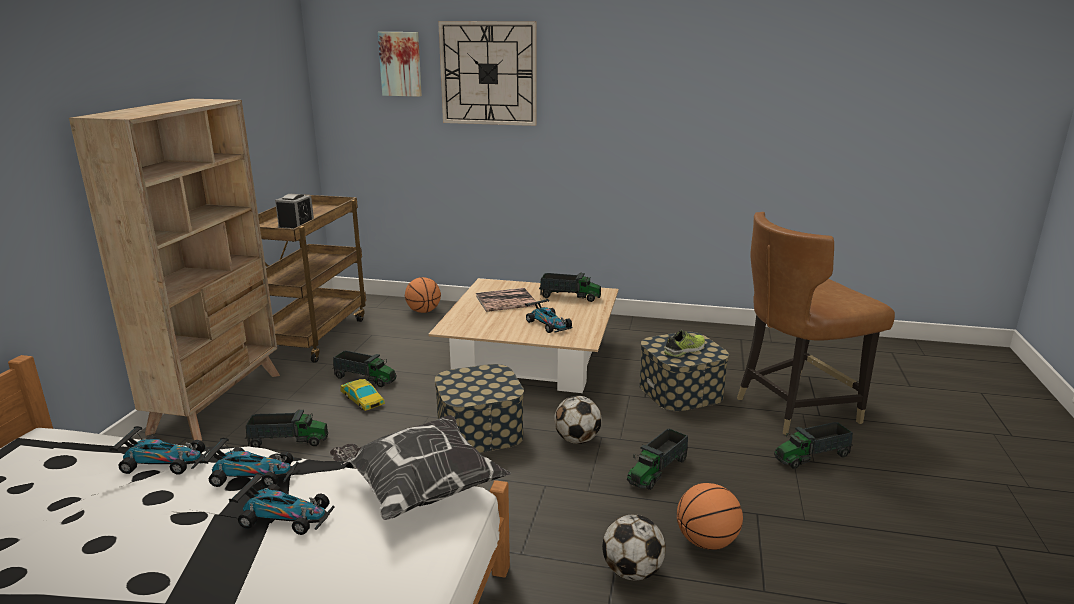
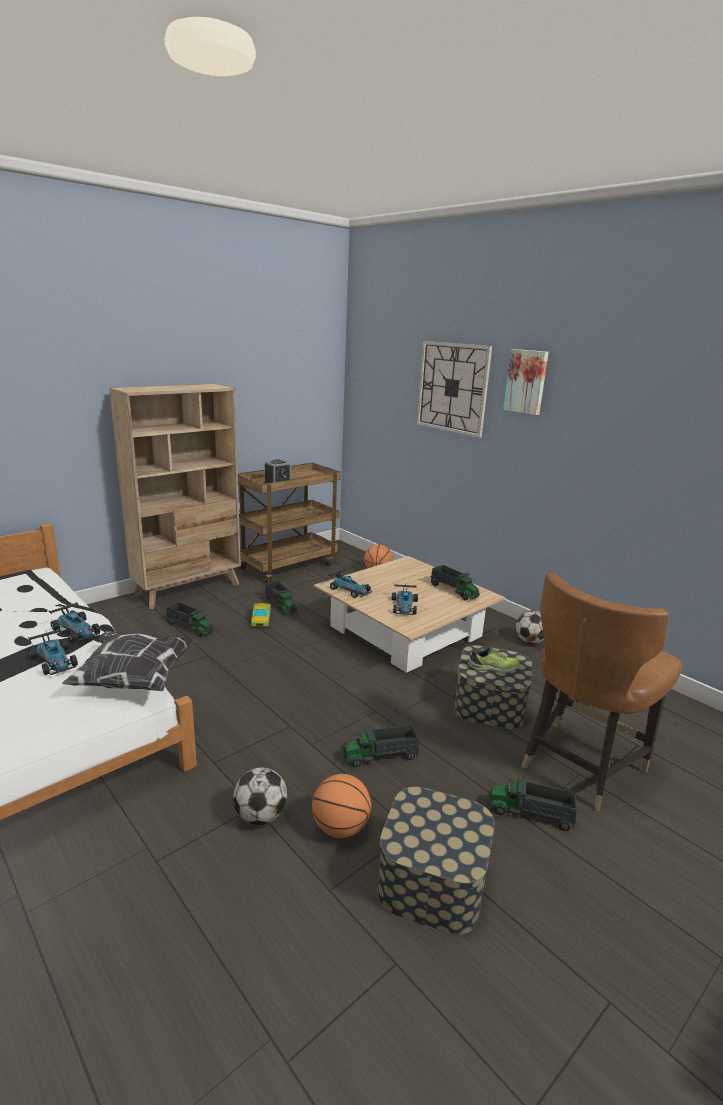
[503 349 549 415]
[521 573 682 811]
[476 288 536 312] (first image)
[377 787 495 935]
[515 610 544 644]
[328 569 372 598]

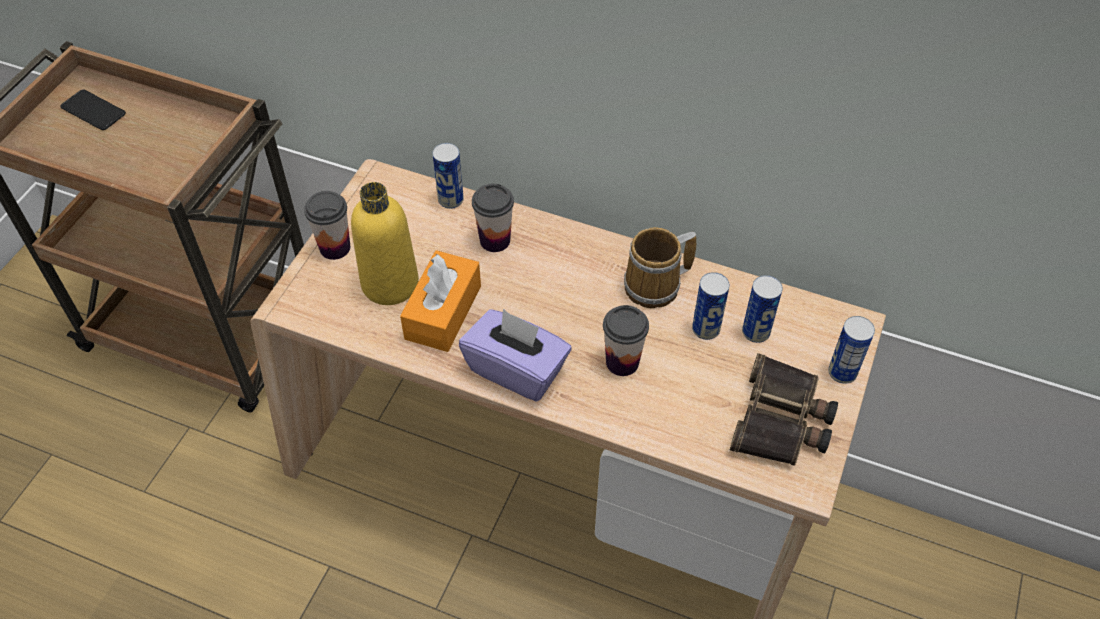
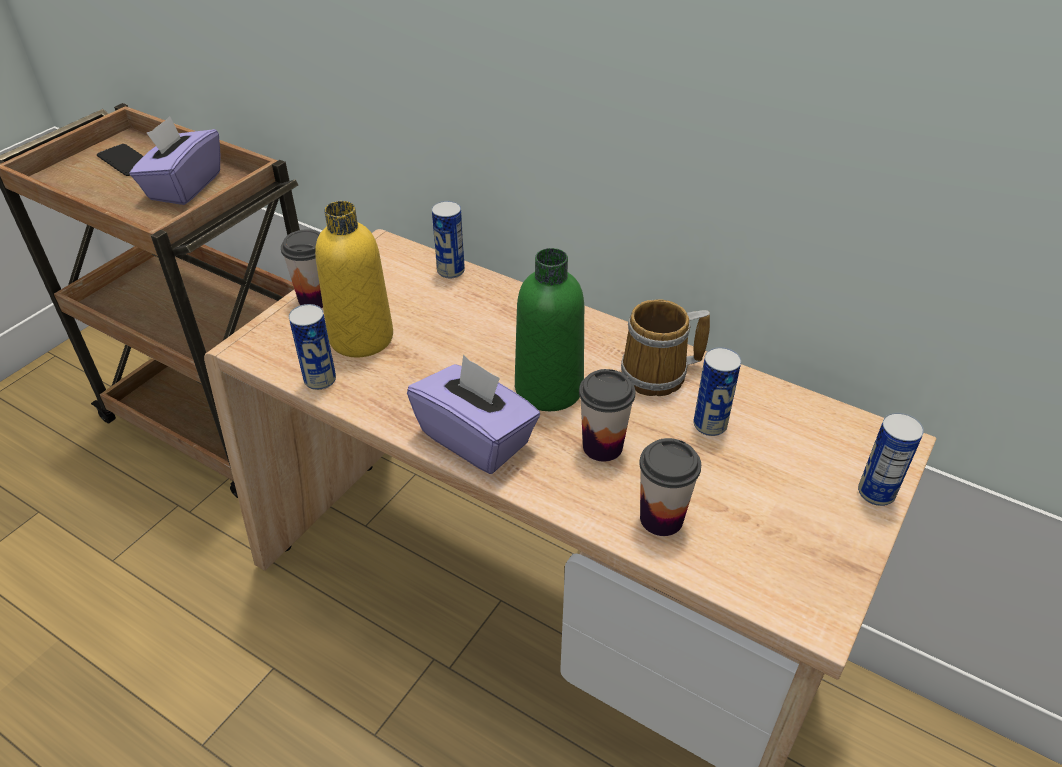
[639 438 701 536]
[400 250 481 352] (first image)
[289 304 336 390]
[730 353 838 466] (first image)
[129 117 220 205]
[515 248 584 411]

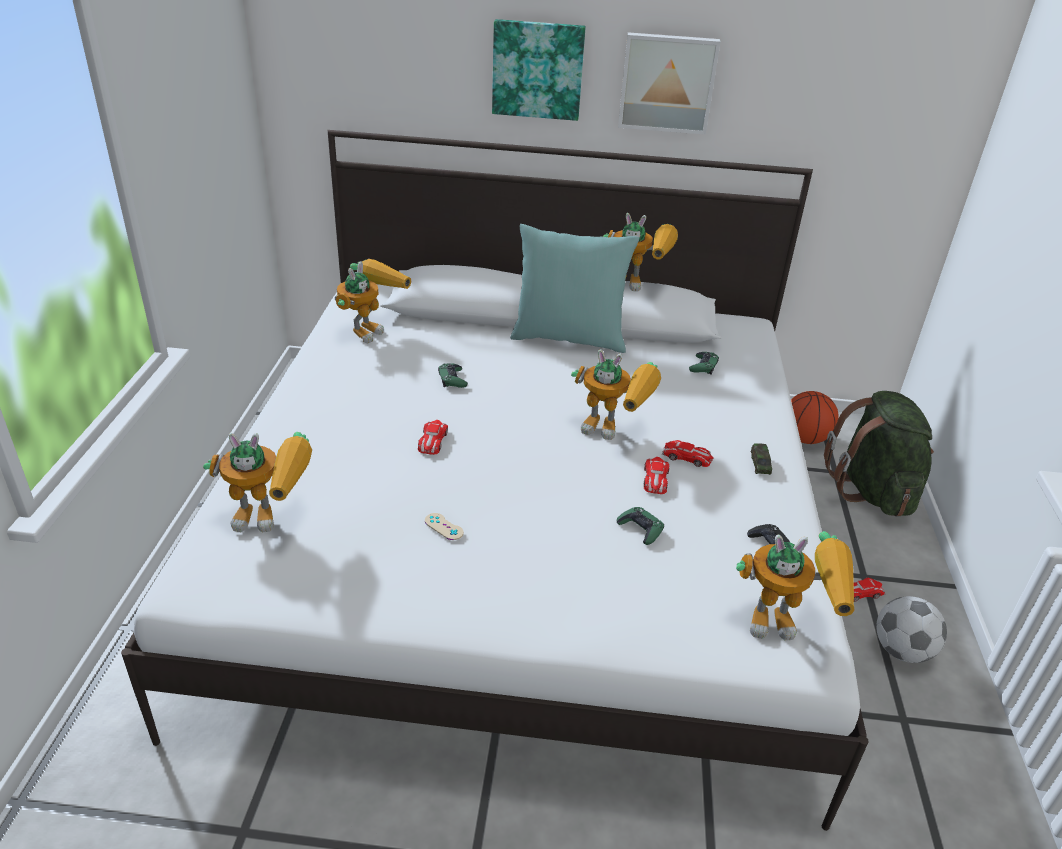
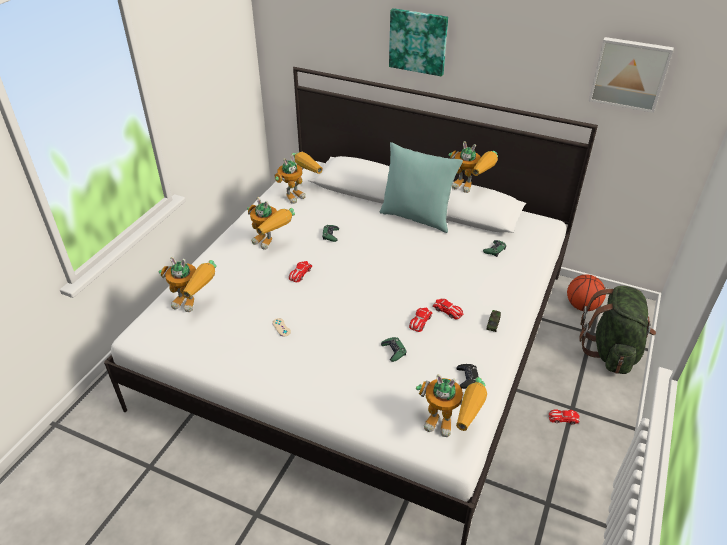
[589 37 674 113]
[247 197 295 250]
[876 596 947 663] (first image)

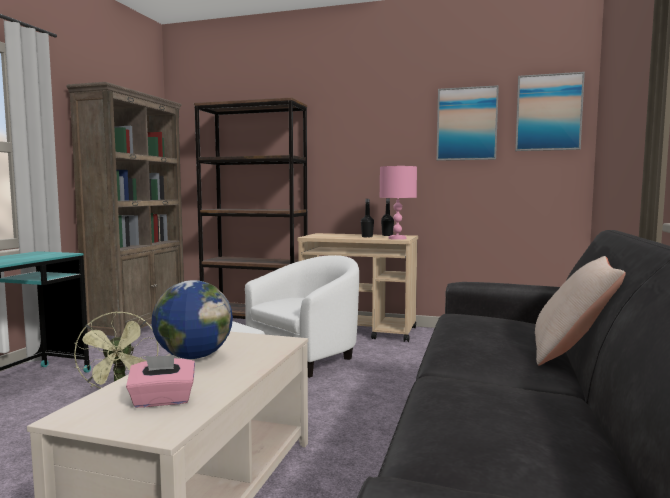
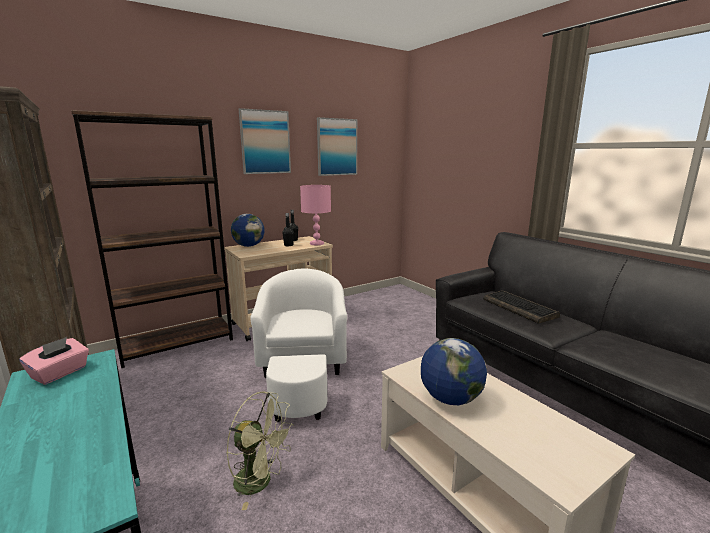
[239 108 291 174]
[535 256 626 365] (first image)
[19 337 89 385]
[231 214 265 247]
[483 290 560 324]

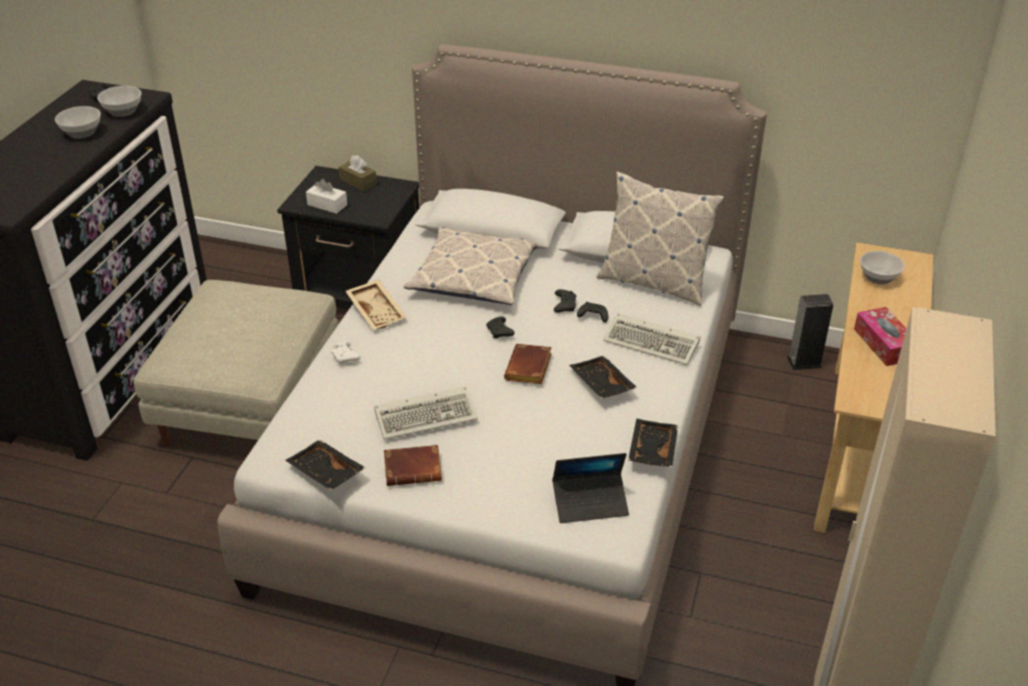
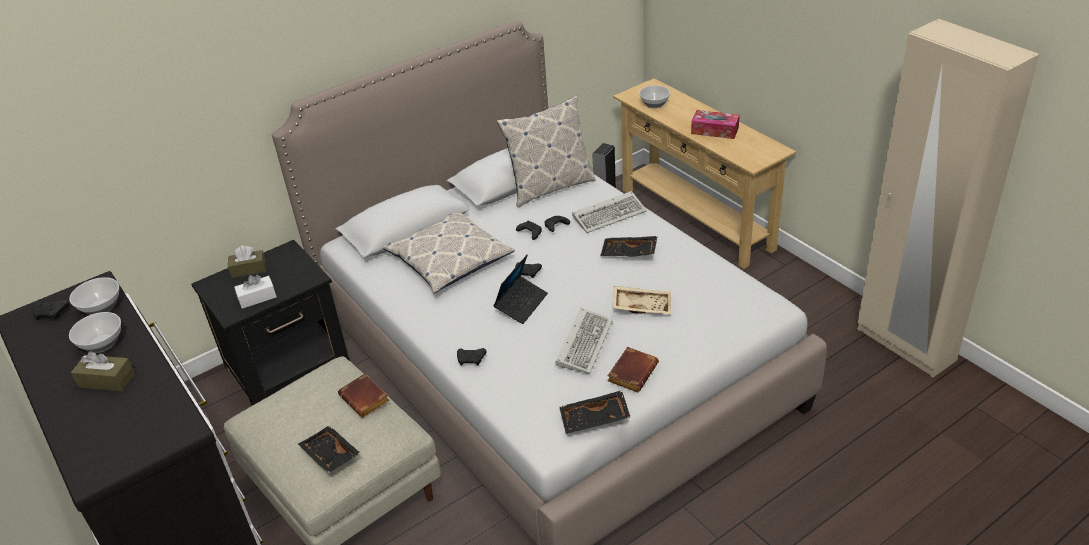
[612 286 671 315]
[457 348 487 366]
[338 373 390 418]
[298 426 360 473]
[493 254 548 324]
[71 351 135 391]

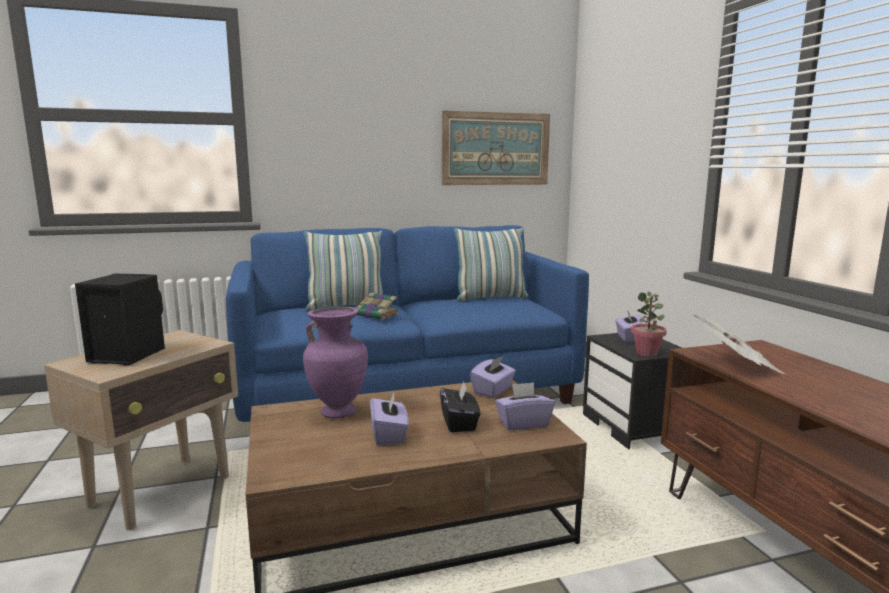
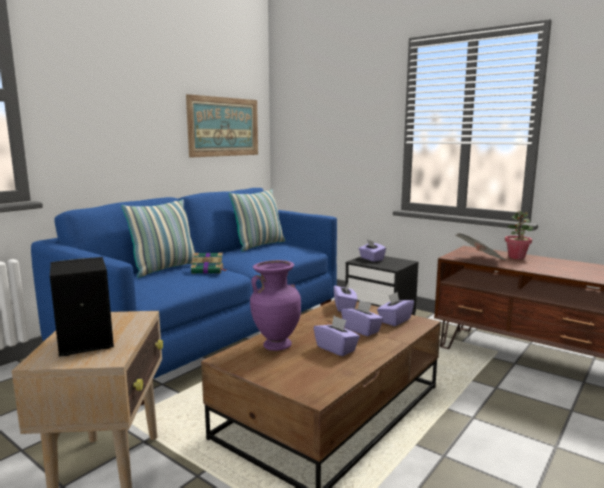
[505 211 533 259]
[341 300 384 336]

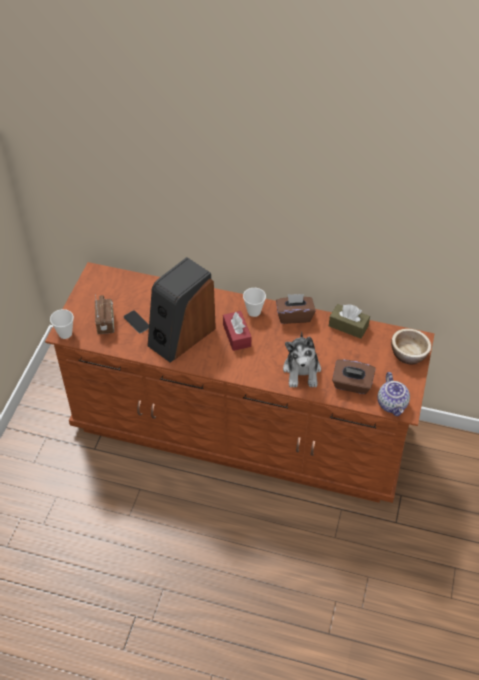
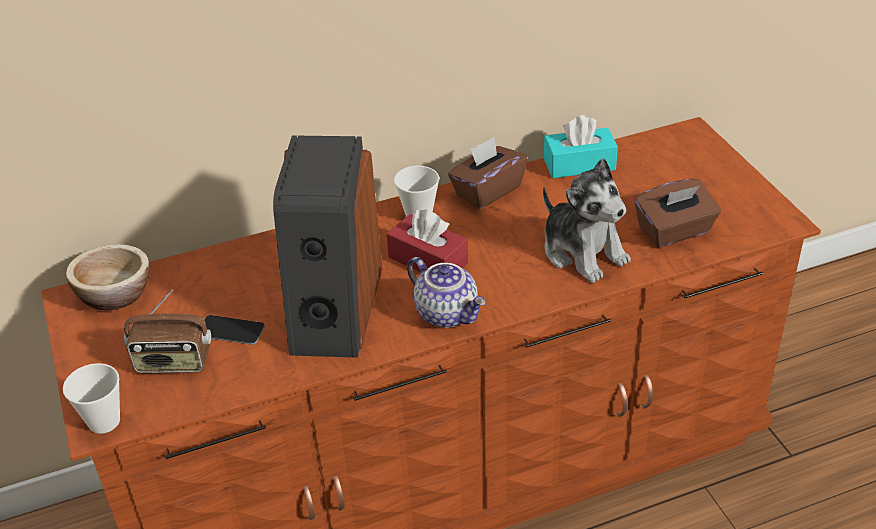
[124 289 211 373]
[544 115 618 178]
[66 244 150 310]
[407 257 486 328]

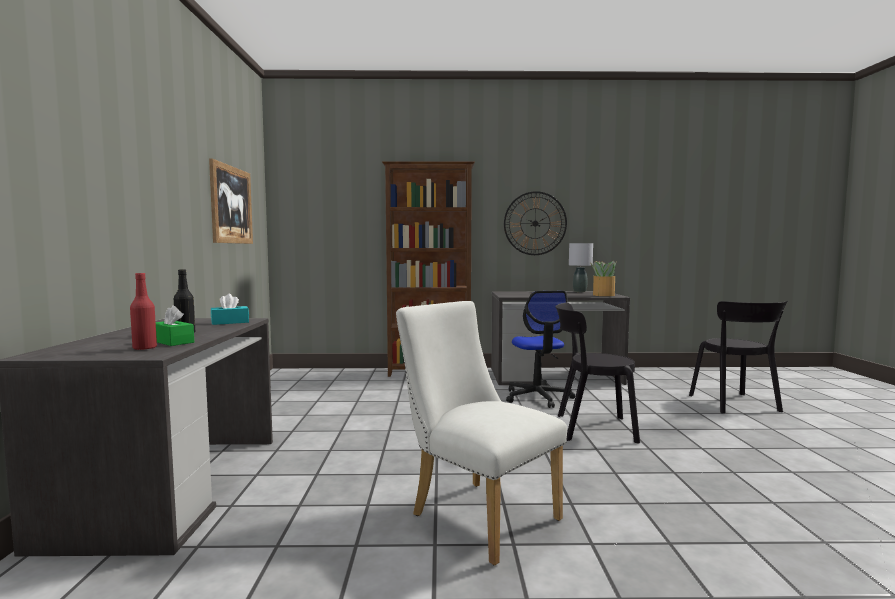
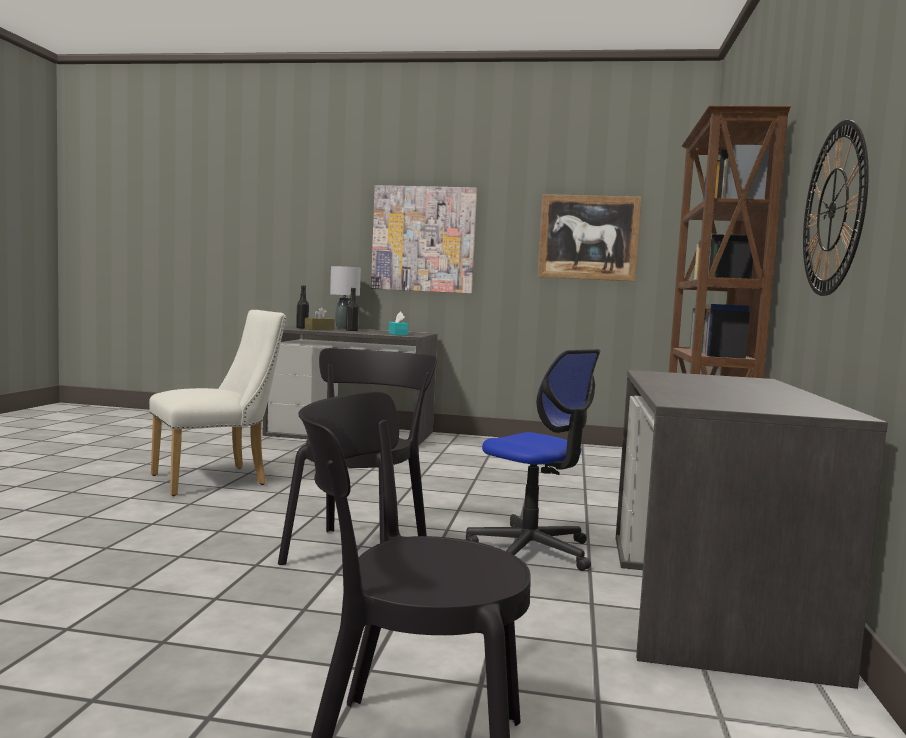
[330 266 361 329]
[590 261 616 296] (first image)
[296 285 309 328]
[466 349 601 571]
[305 307 335 330]
[371 185 477 294]

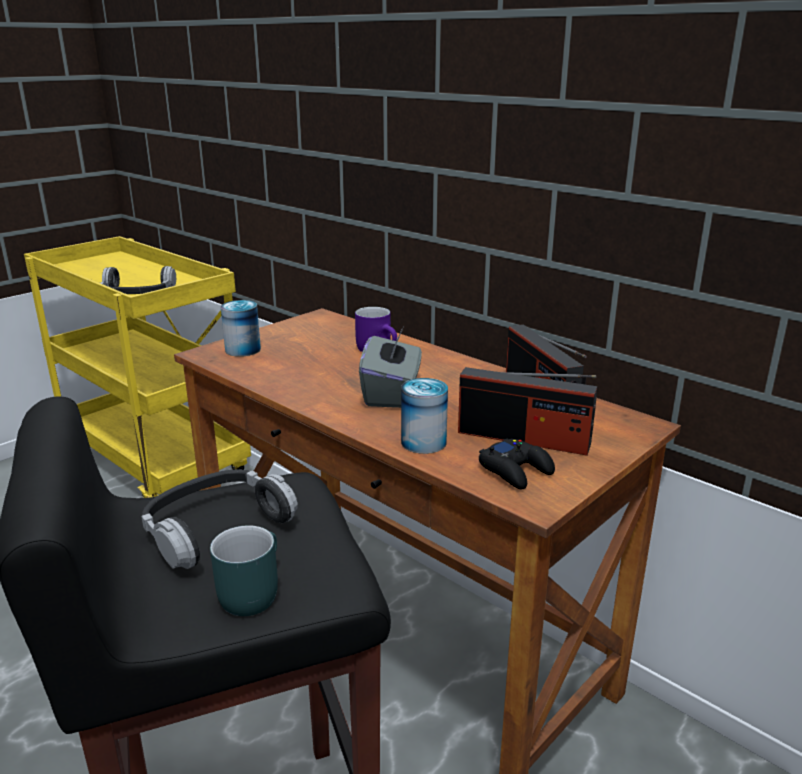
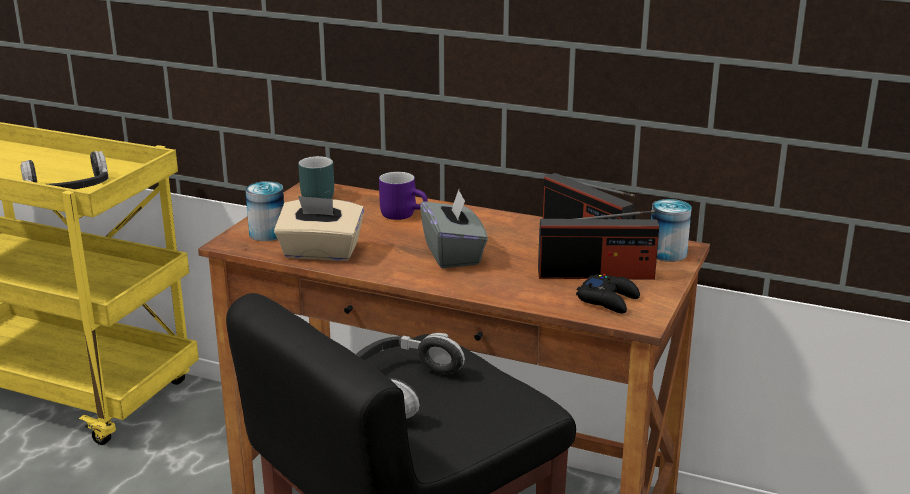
[651 199 692 262]
[298 156 334 199]
[274 196 364 261]

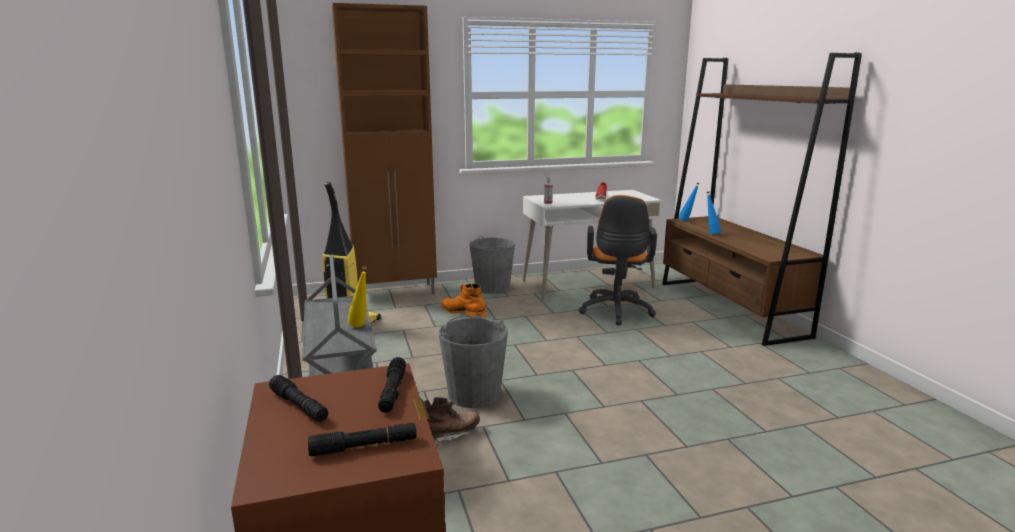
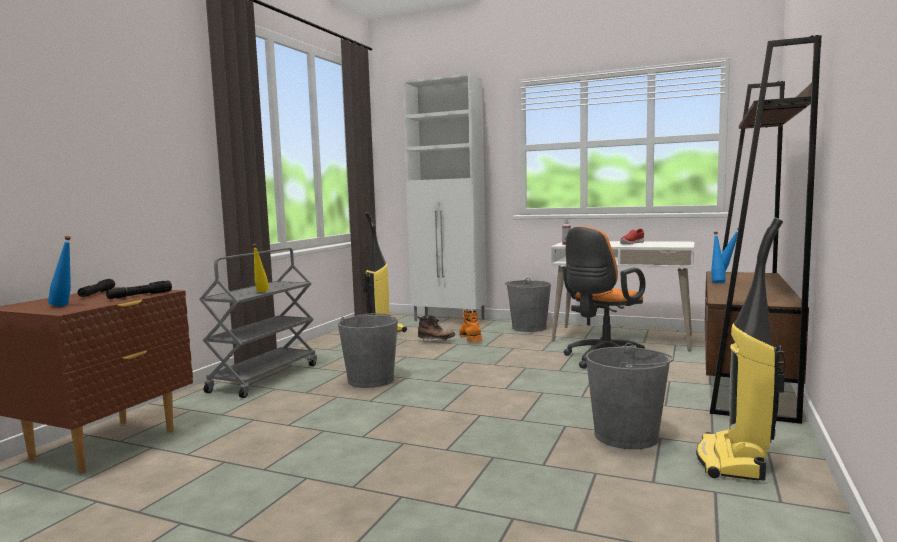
[402 73 487 321]
[418 315 456 342]
[48 236 71 306]
[696 218 786 480]
[586 343 674 449]

